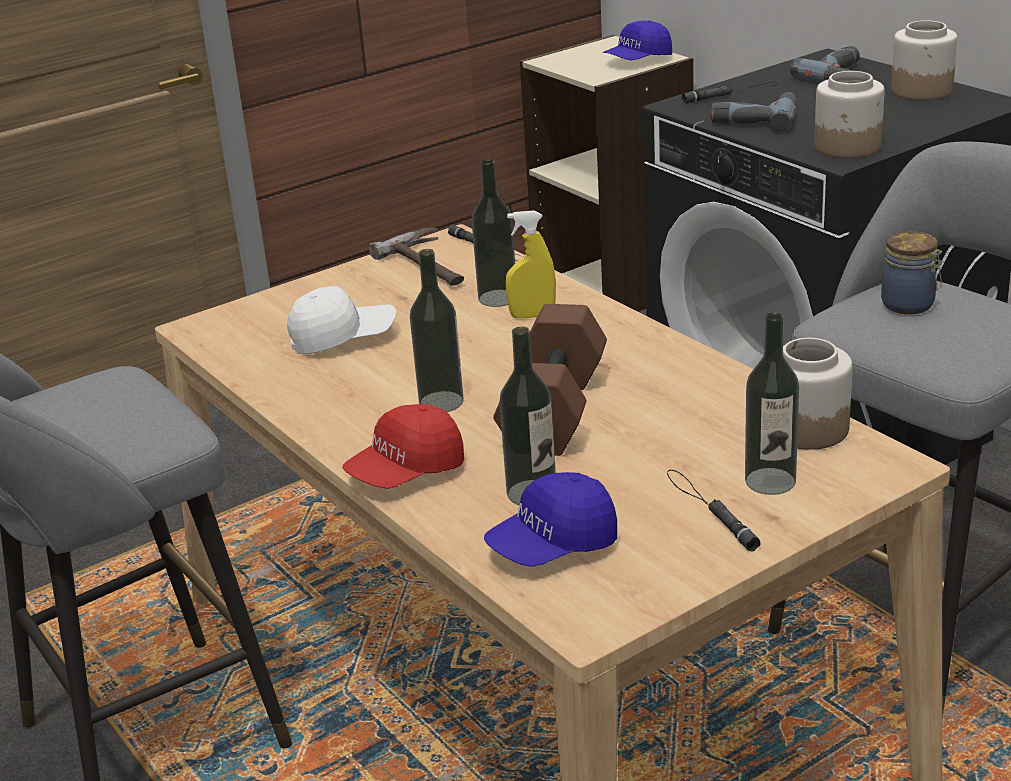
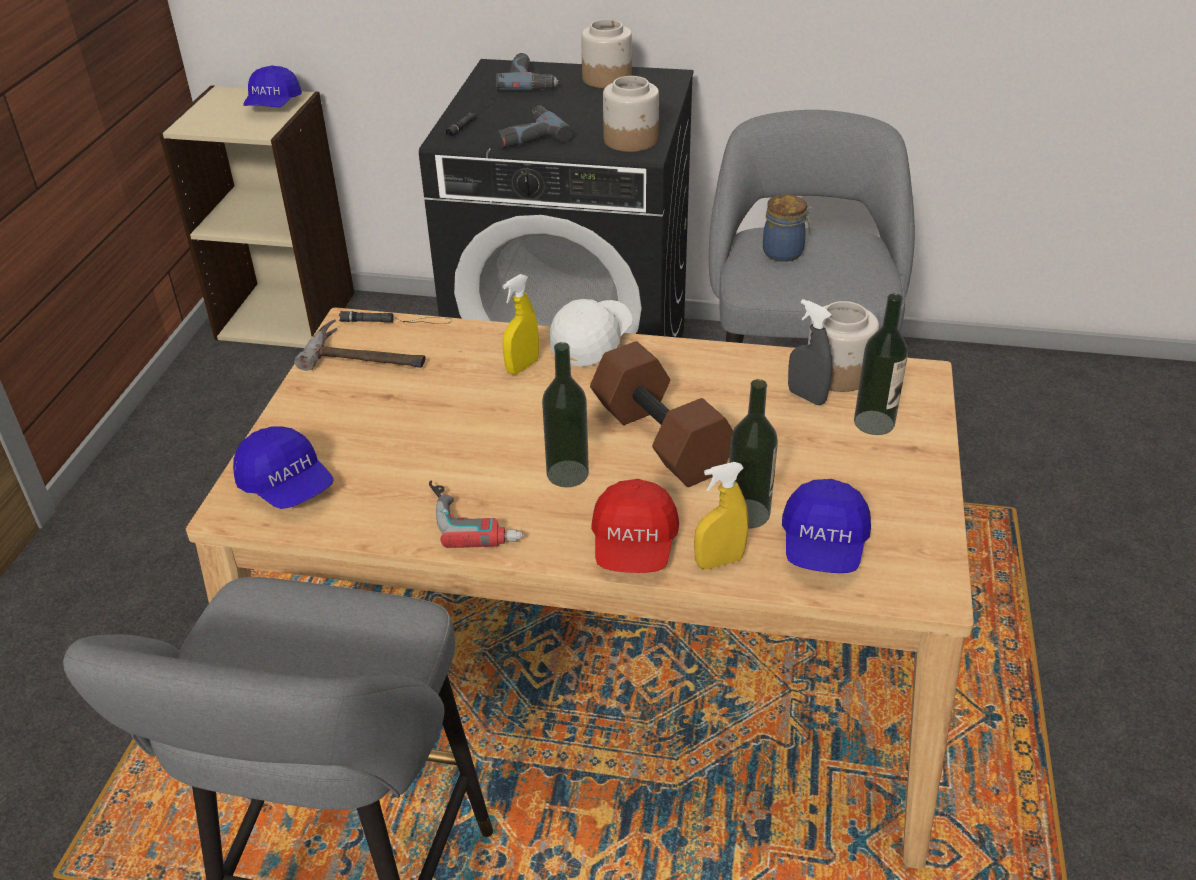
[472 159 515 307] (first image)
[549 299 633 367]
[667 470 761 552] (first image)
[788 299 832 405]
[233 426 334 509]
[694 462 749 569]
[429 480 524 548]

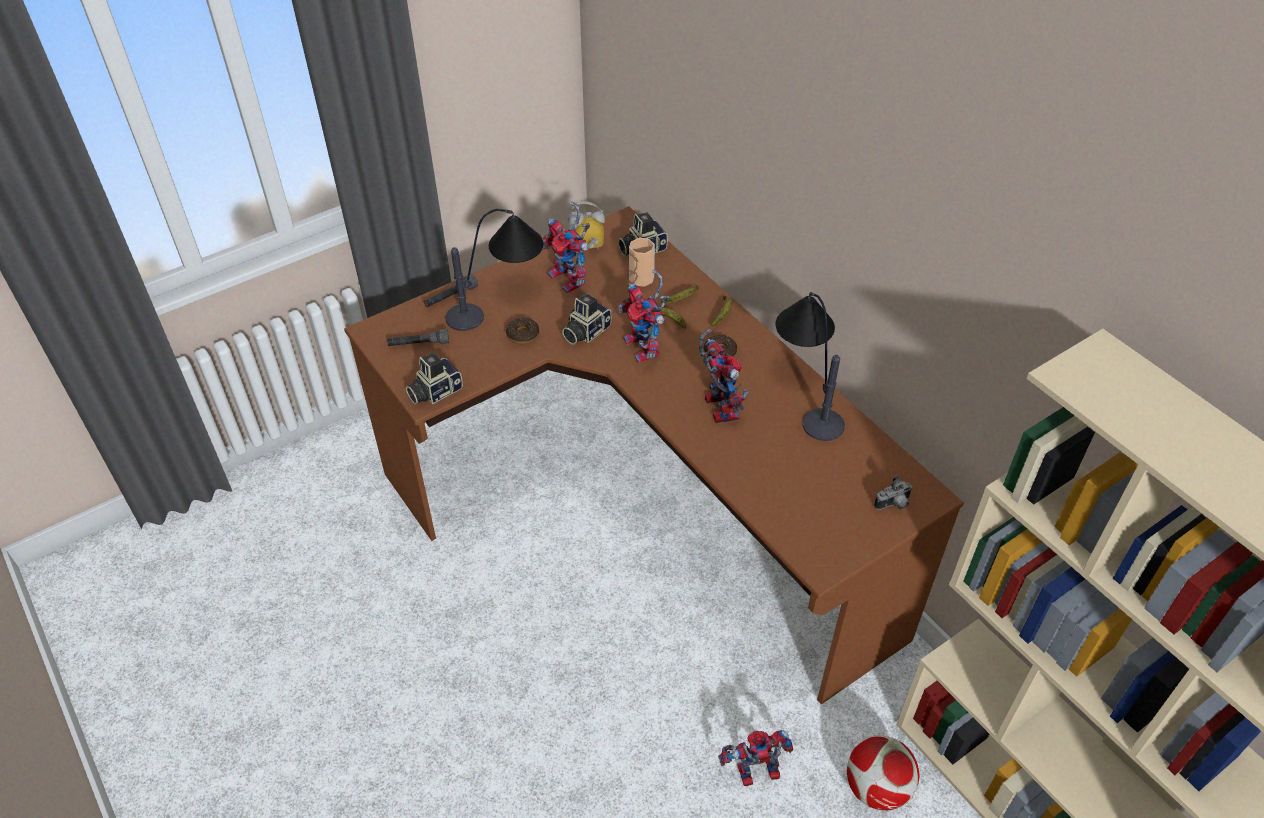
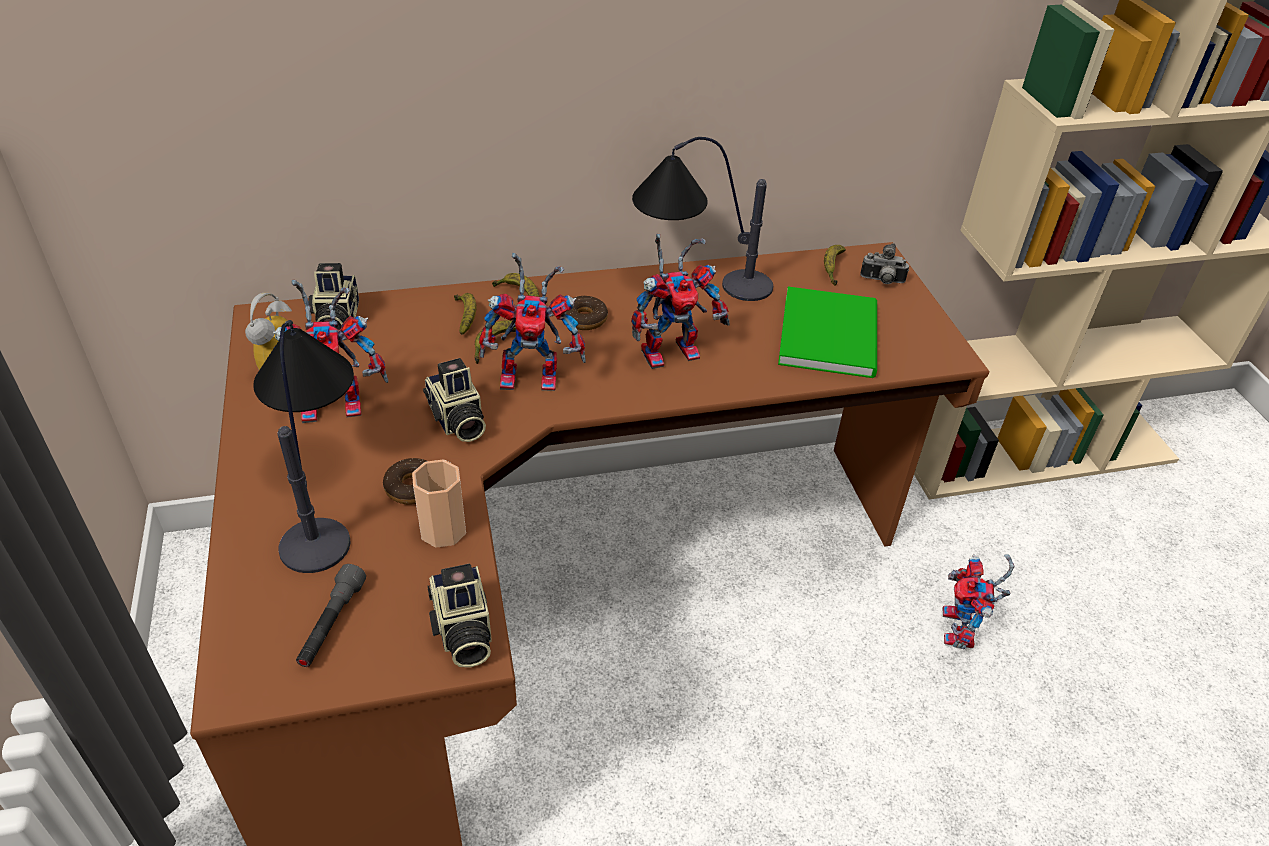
[412 460 466 548]
[424 274 478 307] (first image)
[631 234 730 369]
[860 243 909 284]
[847 736 920 810] (first image)
[824 245 846 286]
[778 286 877 378]

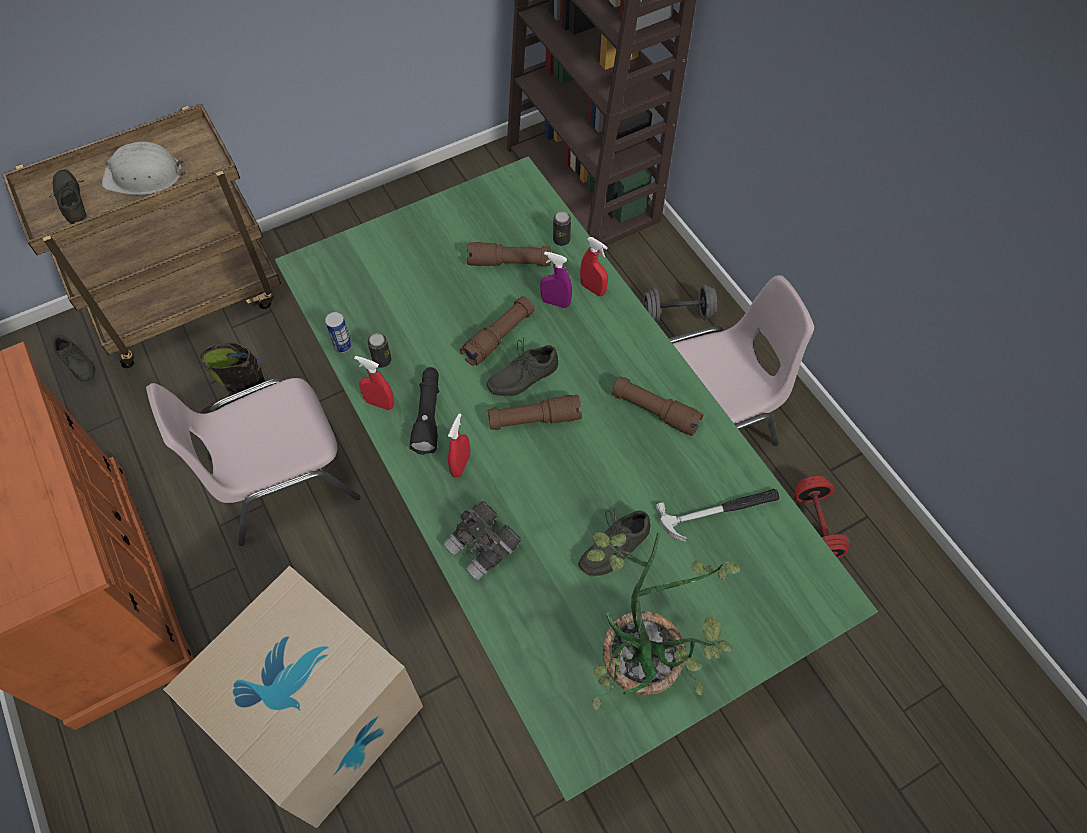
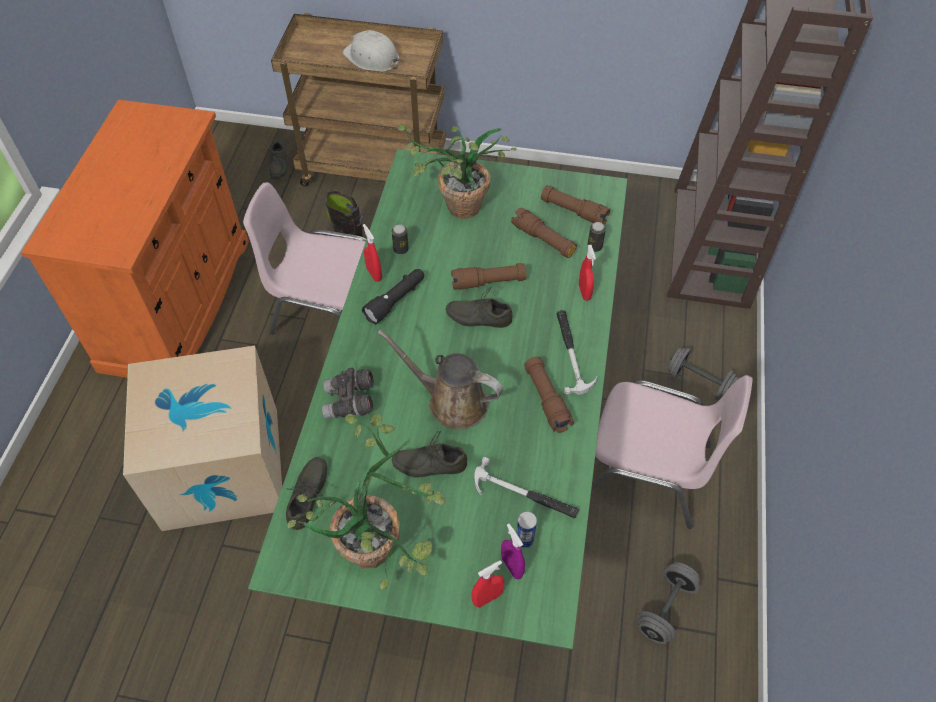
[286 457 327 530]
[501 524 525 579]
[516 512 537 548]
[541 185 610 225]
[471 560 504 608]
[638 562 700 644]
[397 125 517 219]
[557 310 597 395]
[378 330 503 429]

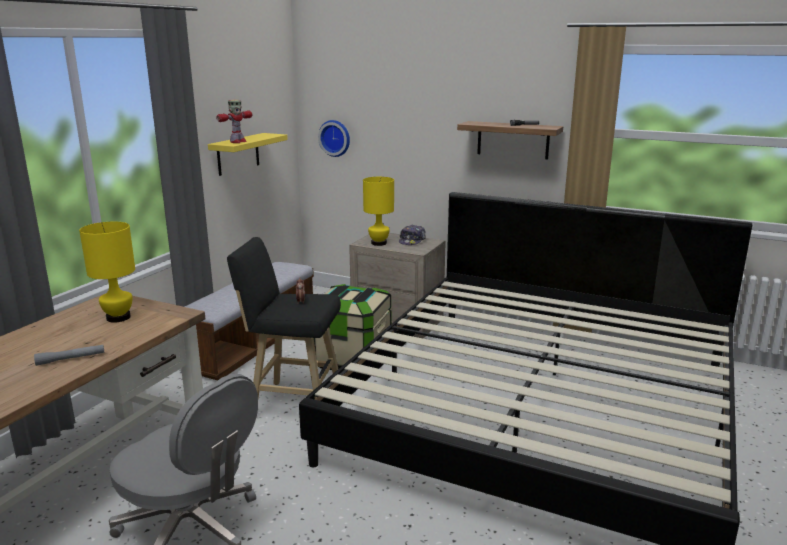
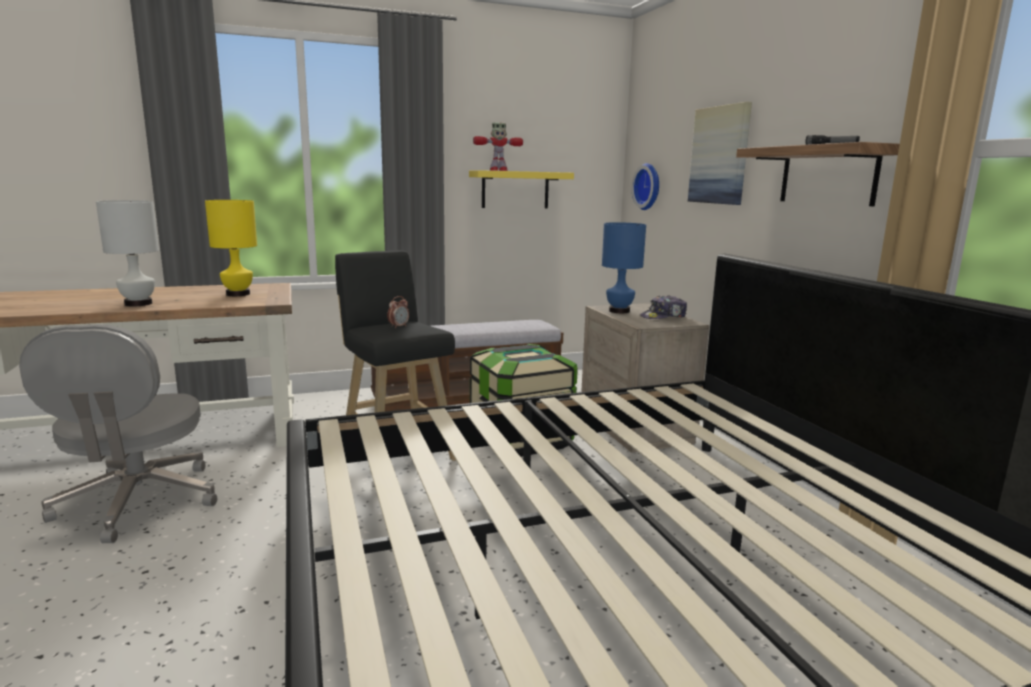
[602 222 646 313]
[96 200 159 307]
[688 102 752 205]

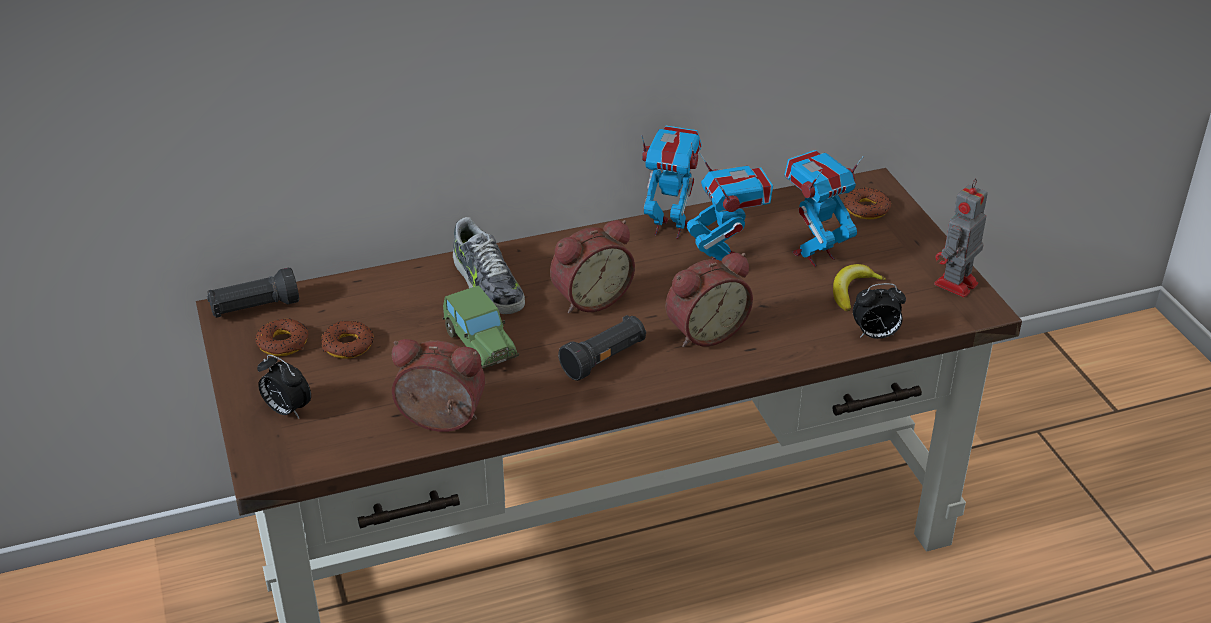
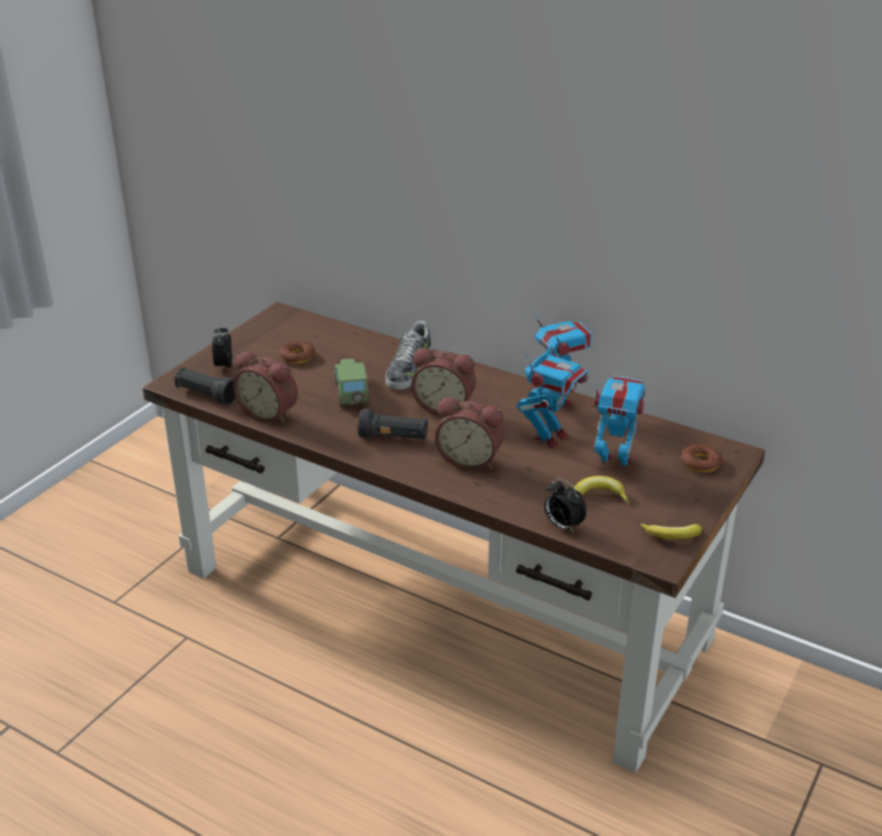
[640 523 702 539]
[174 367 236 405]
[334 358 370 407]
[255 319 308 356] (first image)
[233 351 298 424]

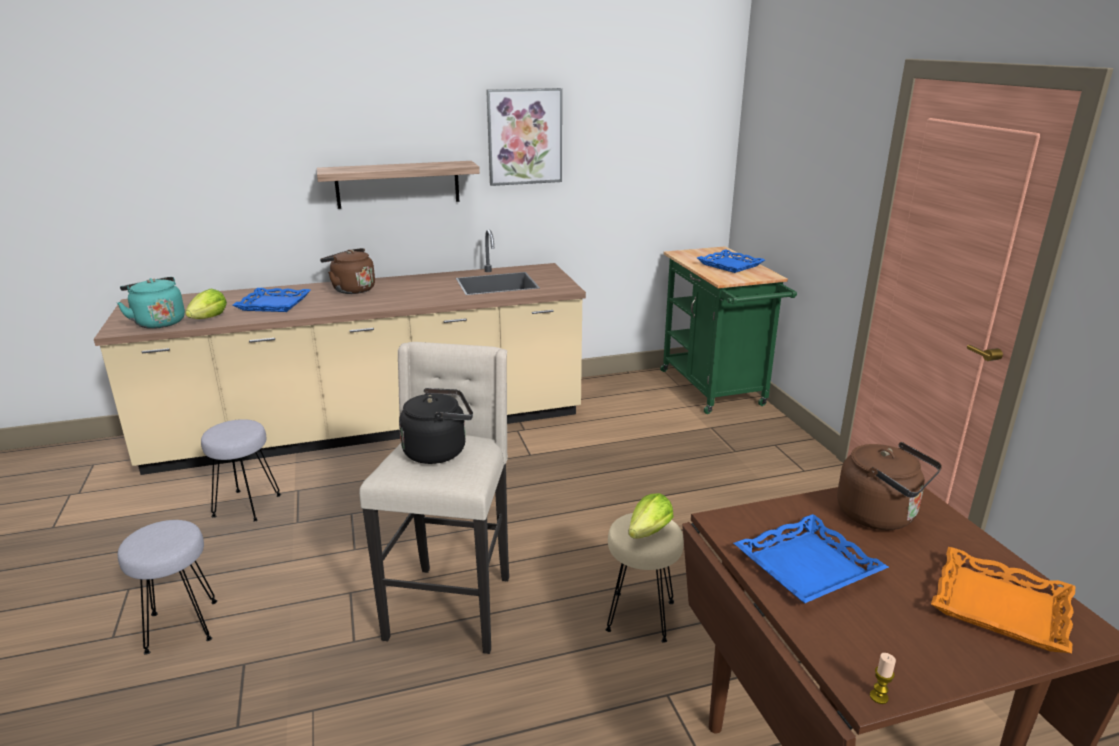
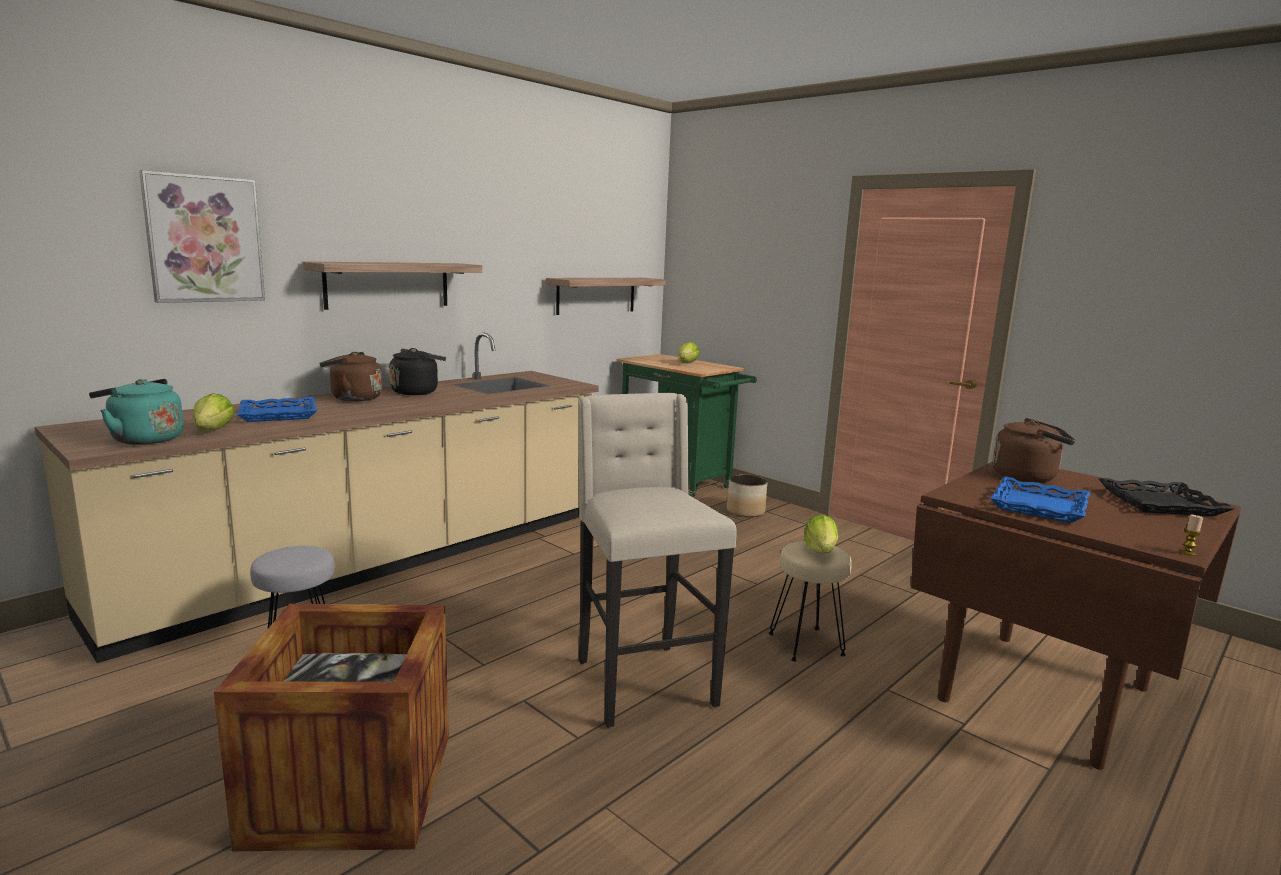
[139 170 265 303]
[678 342 700 363]
[389 348 446 395]
[214 604 449 851]
[1098 478 1235 516]
[546 278 666 315]
[727 474 767 517]

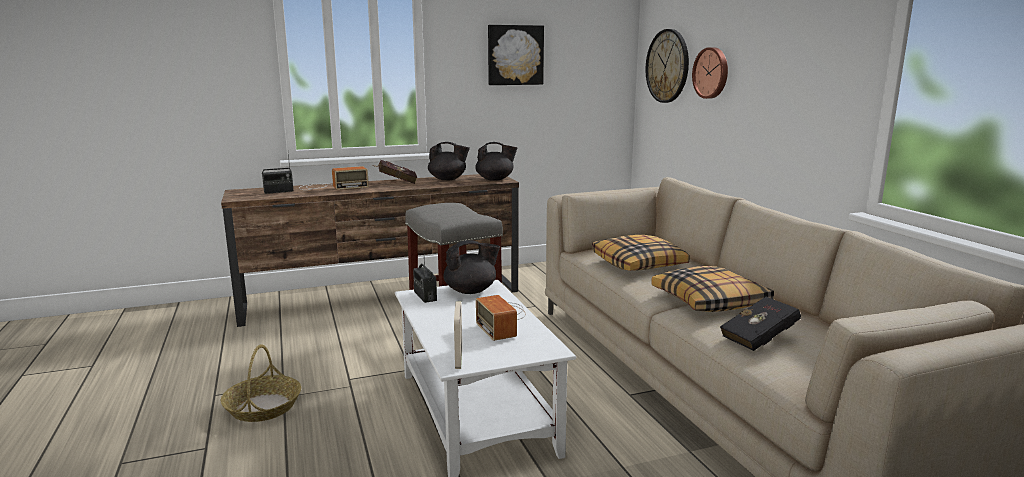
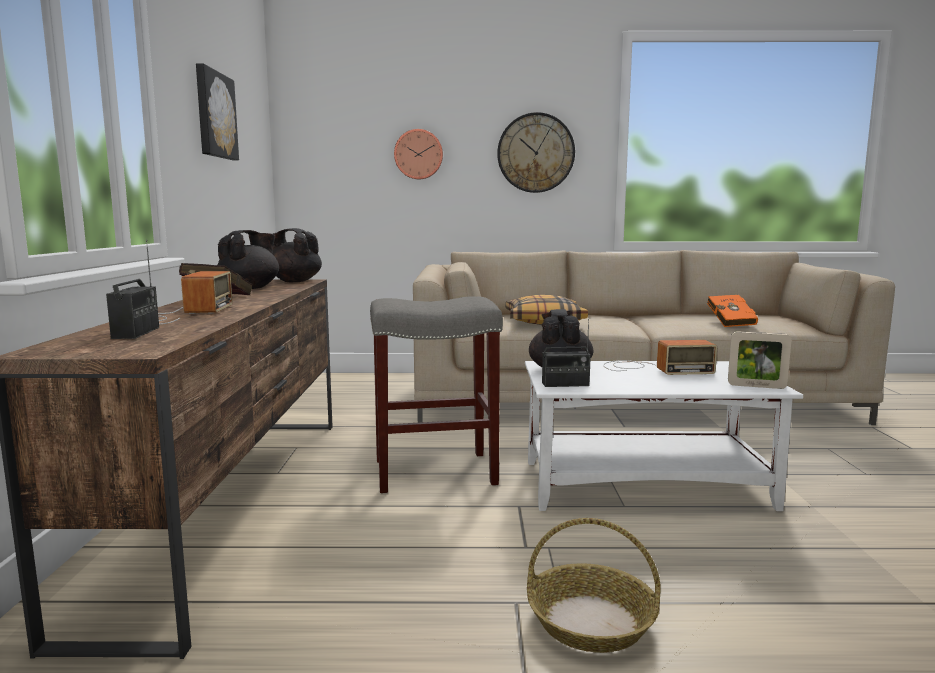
[497 112 575 193]
[273 228 322 282]
[651 266 774 312] (first image)
[707 295 758 327]

